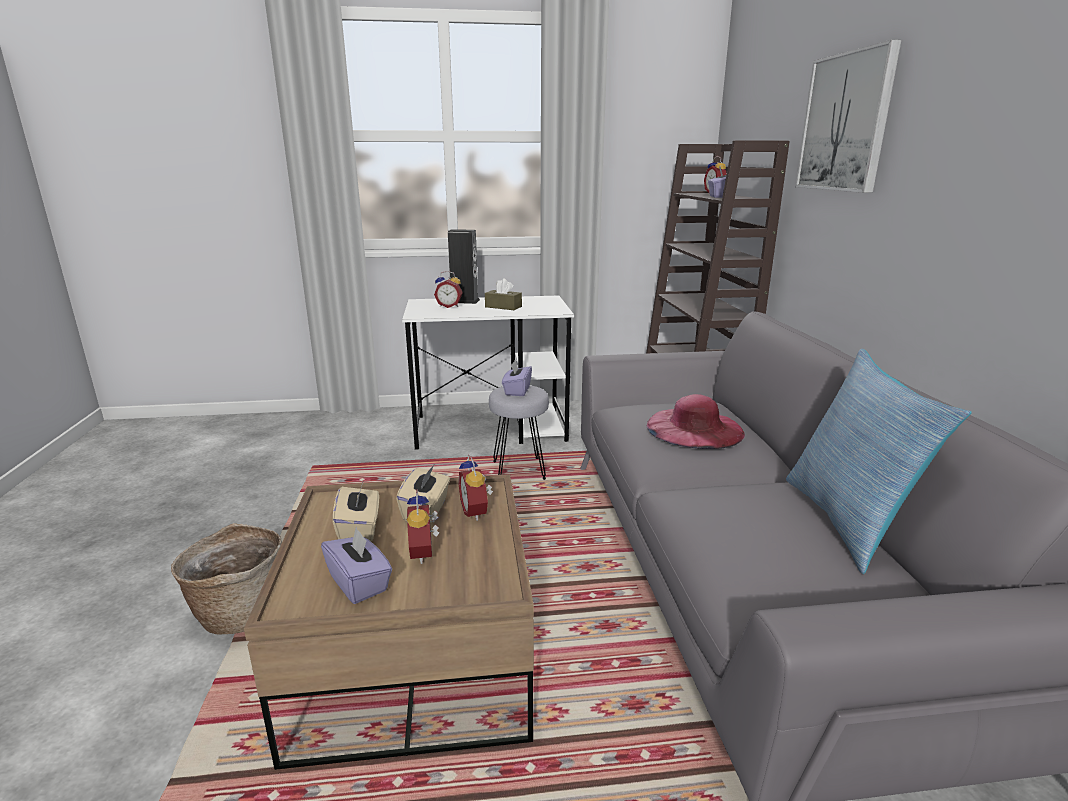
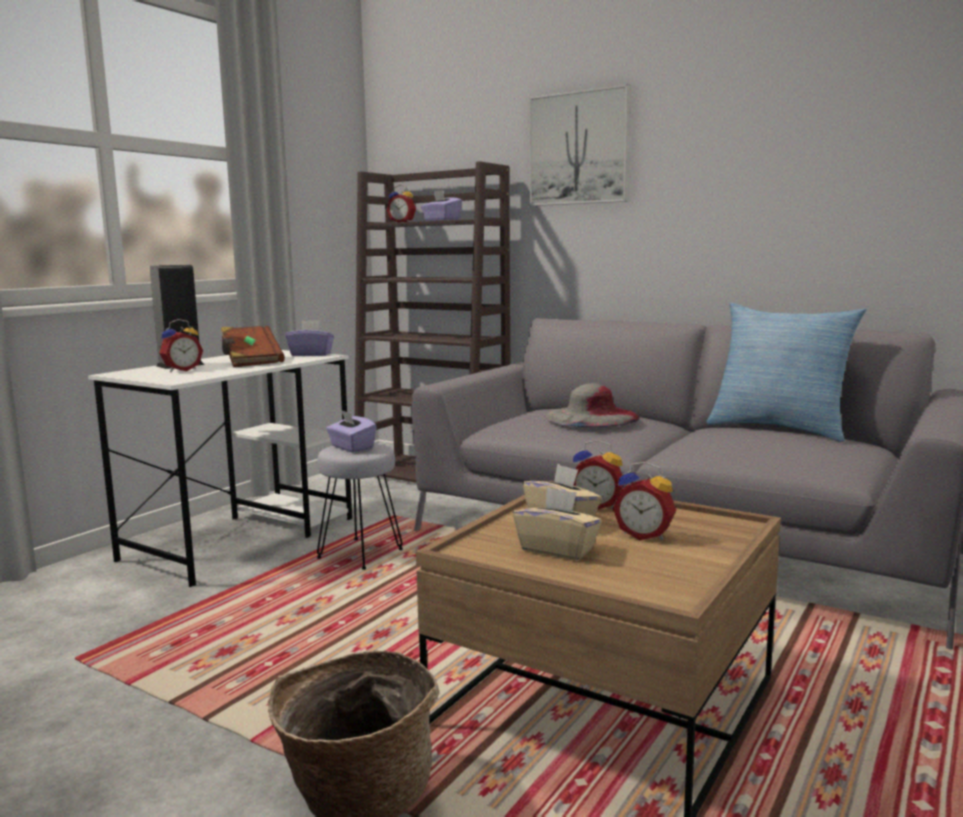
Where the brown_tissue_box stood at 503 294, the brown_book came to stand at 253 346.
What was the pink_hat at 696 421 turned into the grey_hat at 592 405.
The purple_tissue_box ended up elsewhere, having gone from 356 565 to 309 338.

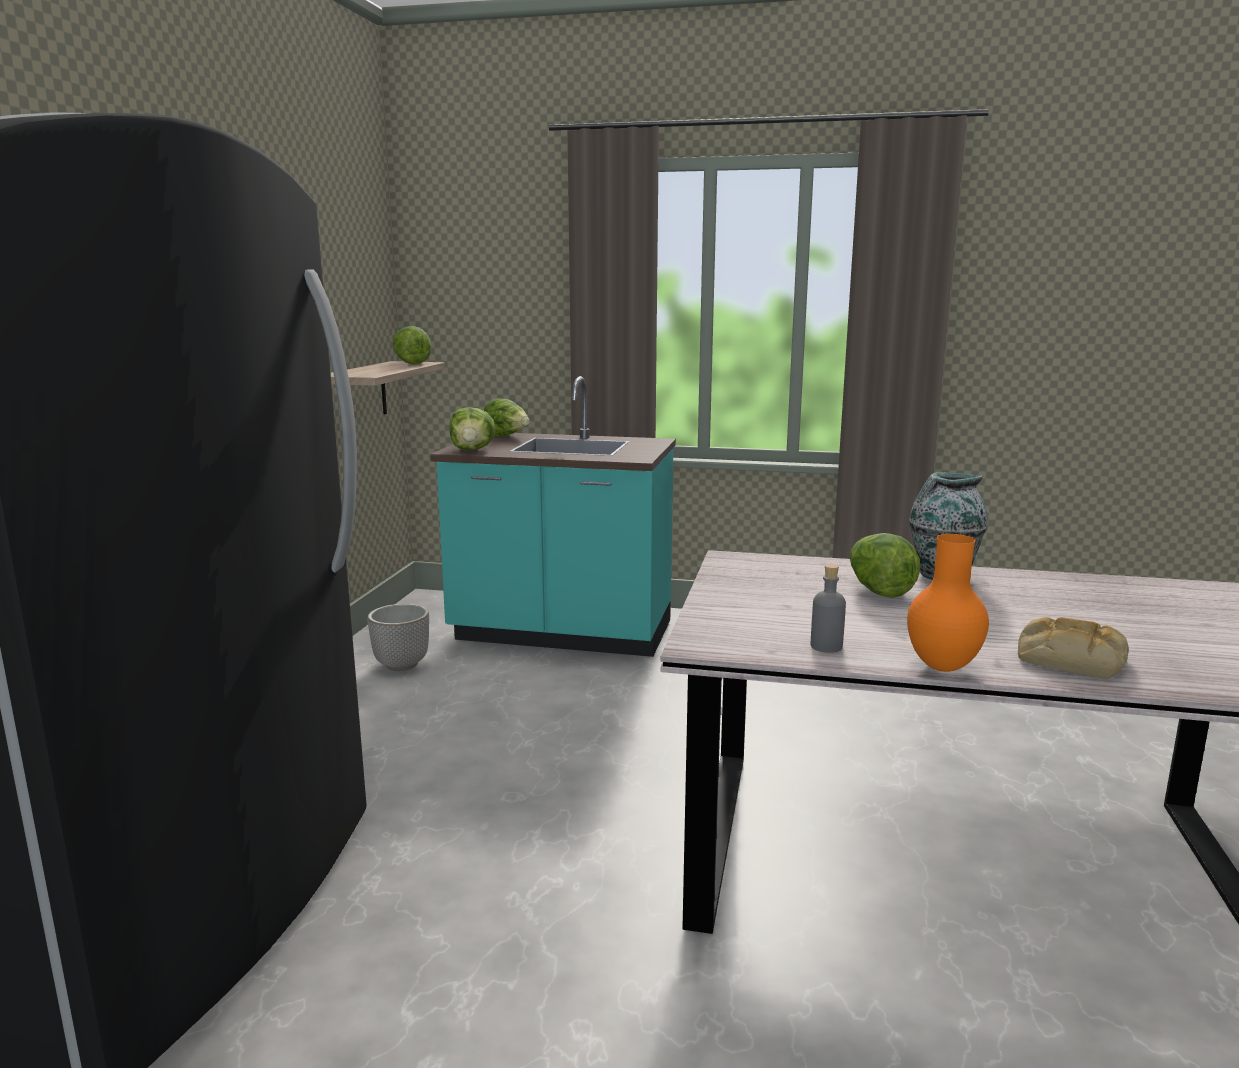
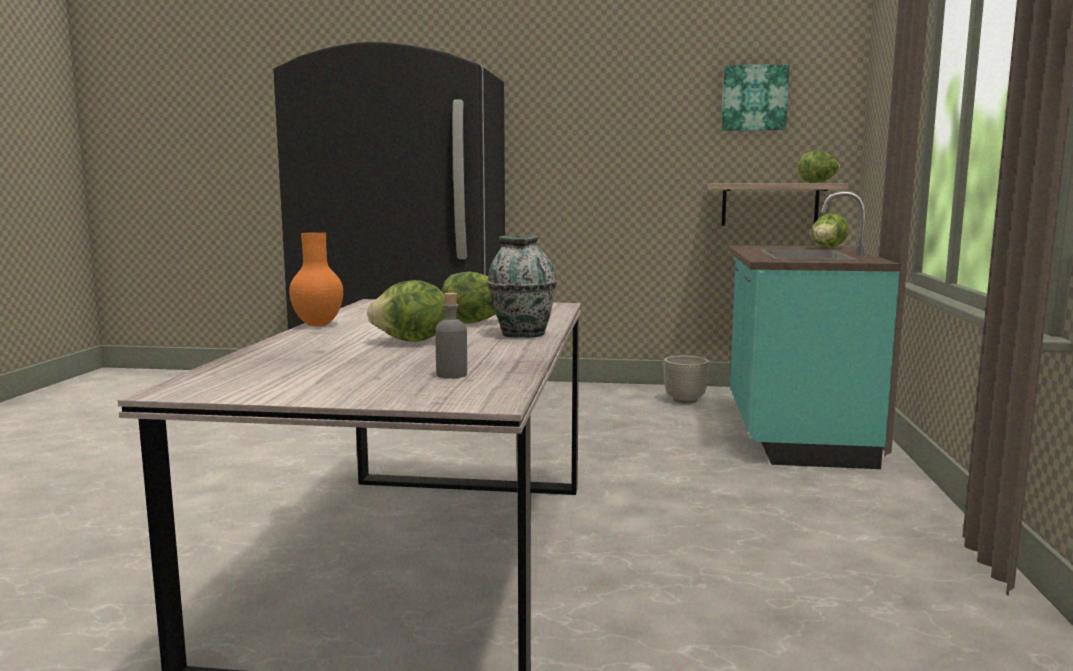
The lettuce ended up elsewhere, having gone from 472 428 to 406 311.
The grey_bottle ended up elsewhere, having gone from 828 608 to 451 336.
The second view lost the bread at 1073 648.
The second view gained the picture at 755 97.

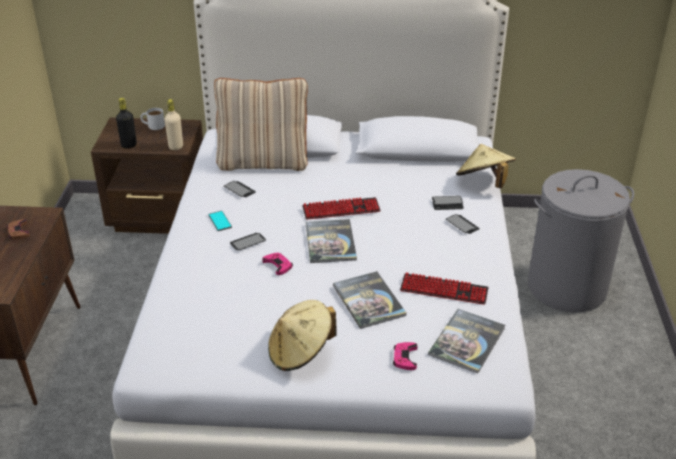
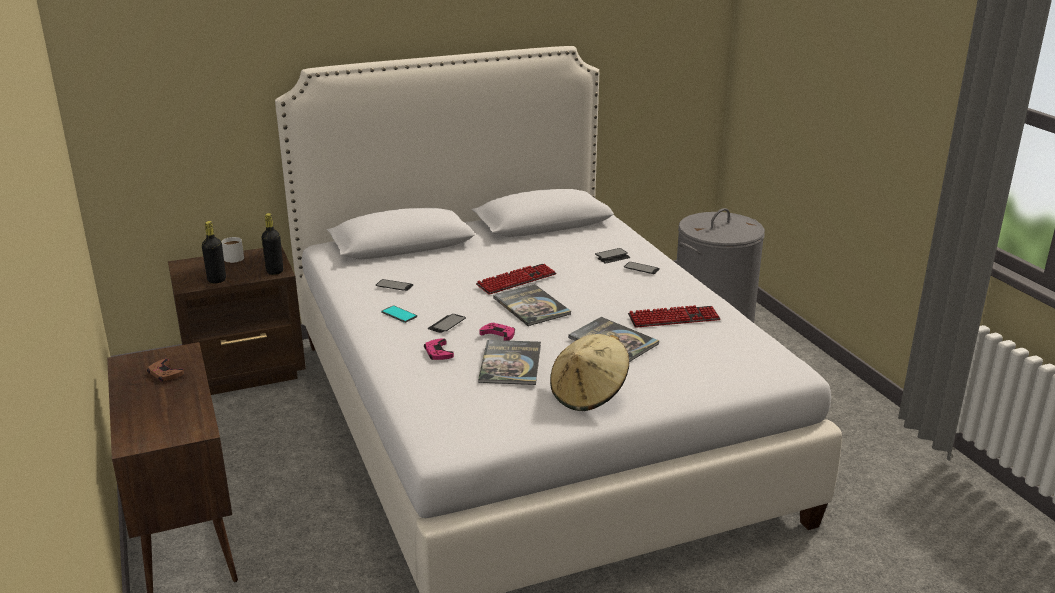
The second view lost the beige_pillow at 261 124.
What was the beige_bottle at 174 124 turned into the black_bottle at 272 244.
The second view lost the beige_hat at 486 166.
The book ended up elsewhere, having gone from 466 341 to 509 362.
The pink_game_controller ended up elsewhere, having gone from 405 356 to 439 349.

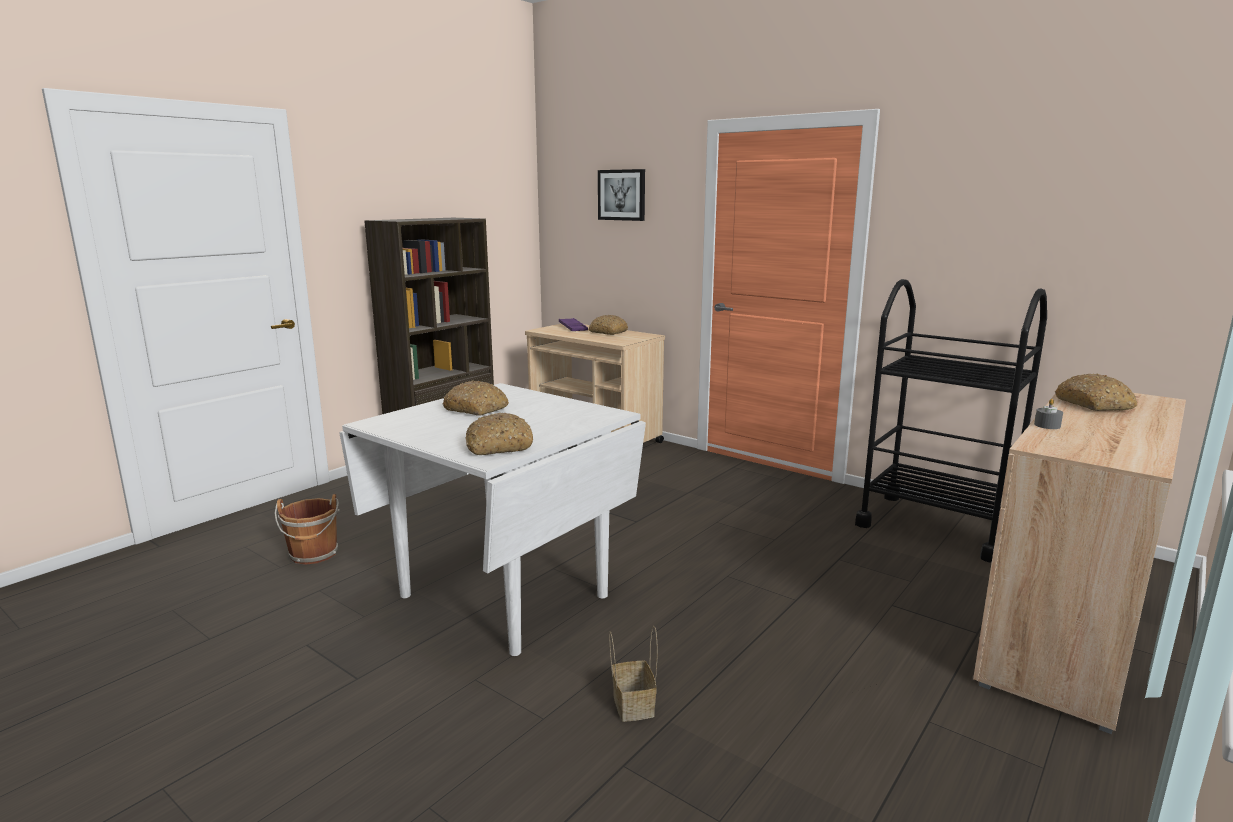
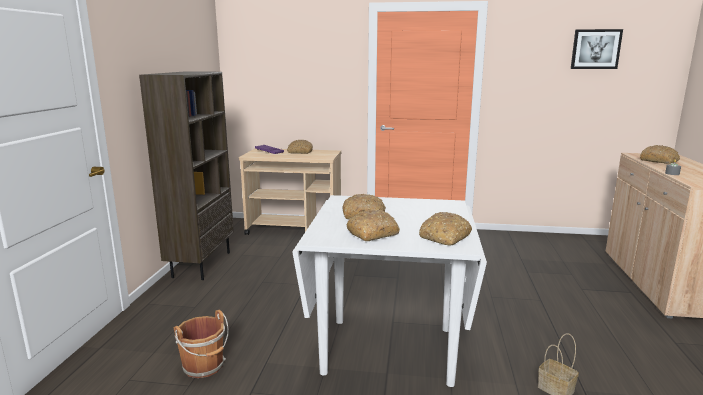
The picture ended up elsewhere, having gone from 621 195 to 597 49.
The second view lost the black_cart at 951 421.
The second view gained the bread at 373 225.

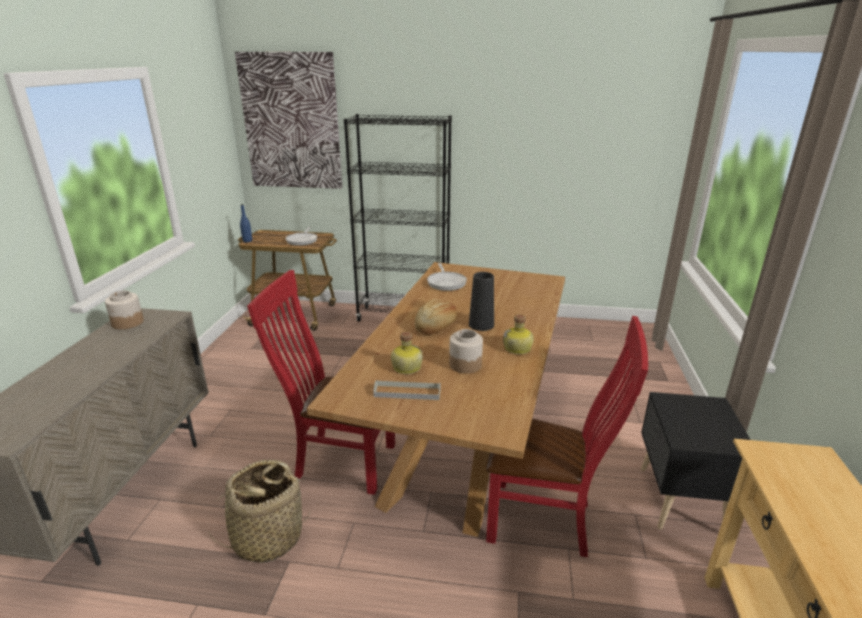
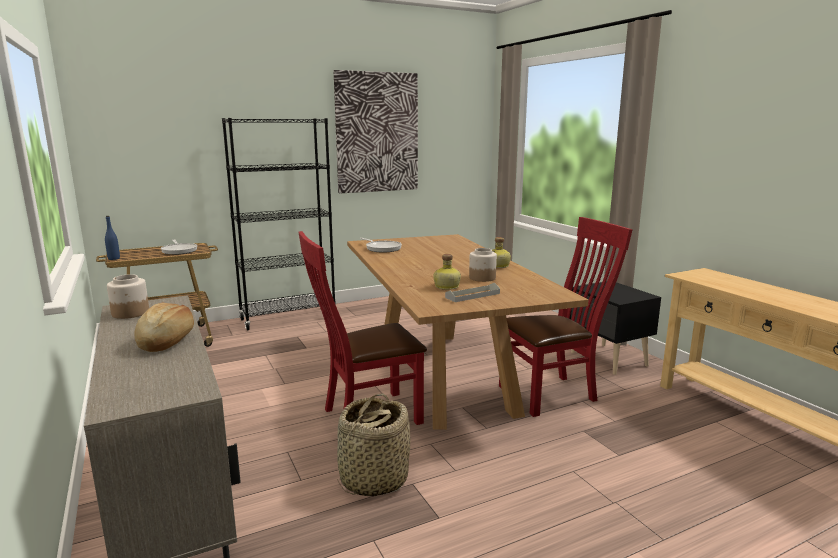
The picture ended up elsewhere, having gone from 289 120 to 375 132.
The second view lost the black_vase at 481 301.
The bread ended up elsewhere, having gone from 436 316 to 164 327.

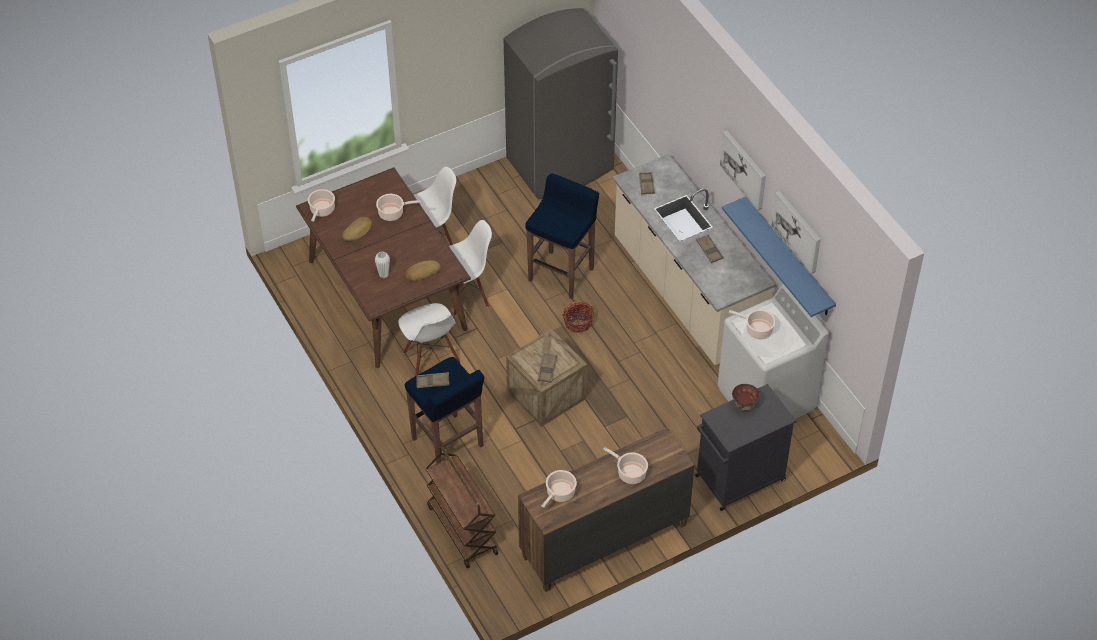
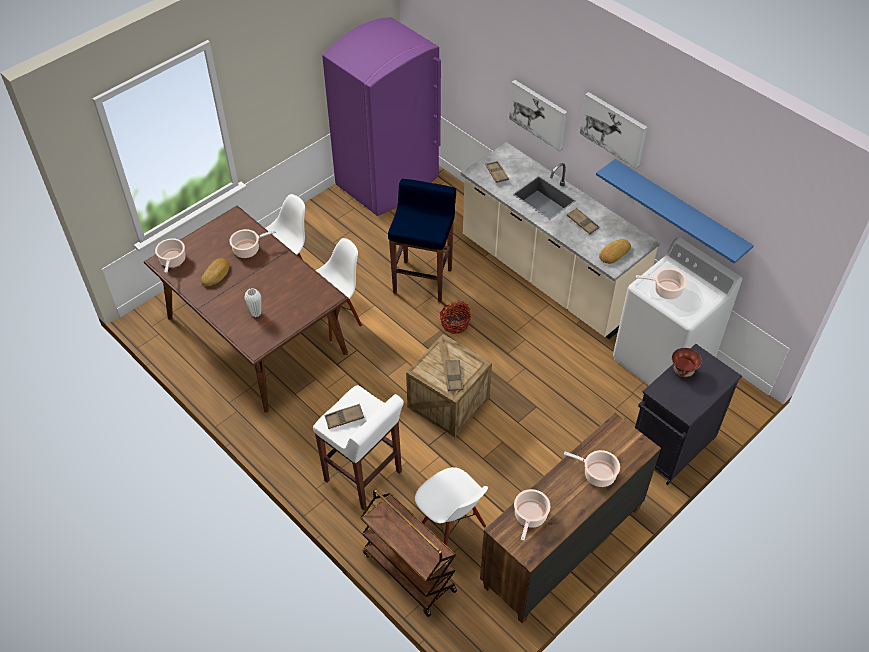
What was the grey_fridge at 561 103 turned into the purple_fridge at 381 116.
The picture ended up elsewhere, having gone from 796 232 to 538 116.
The bread ended up elsewhere, having gone from 423 270 to 615 251.
The white_chair ended up elsewhere, having gone from 429 339 to 451 506.
What was the blue_stool at 444 410 turned into the white_stool at 358 447.

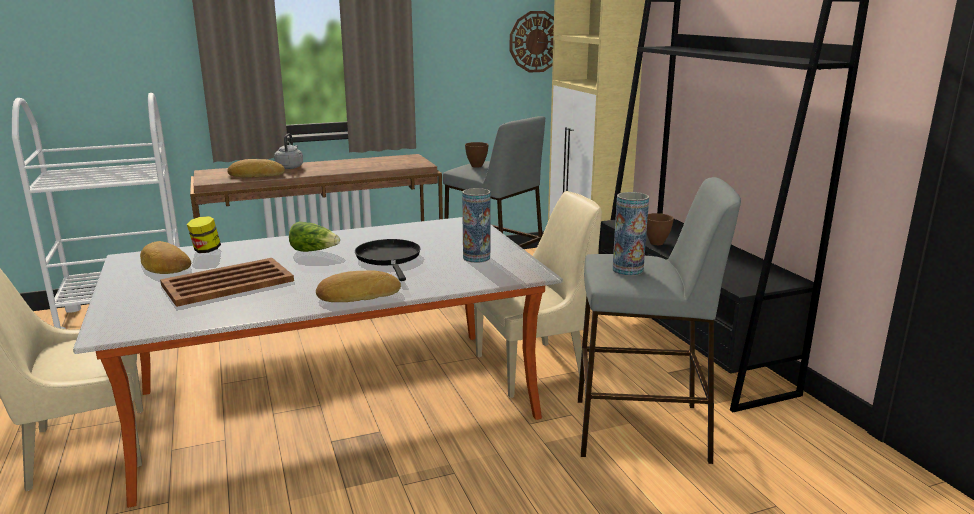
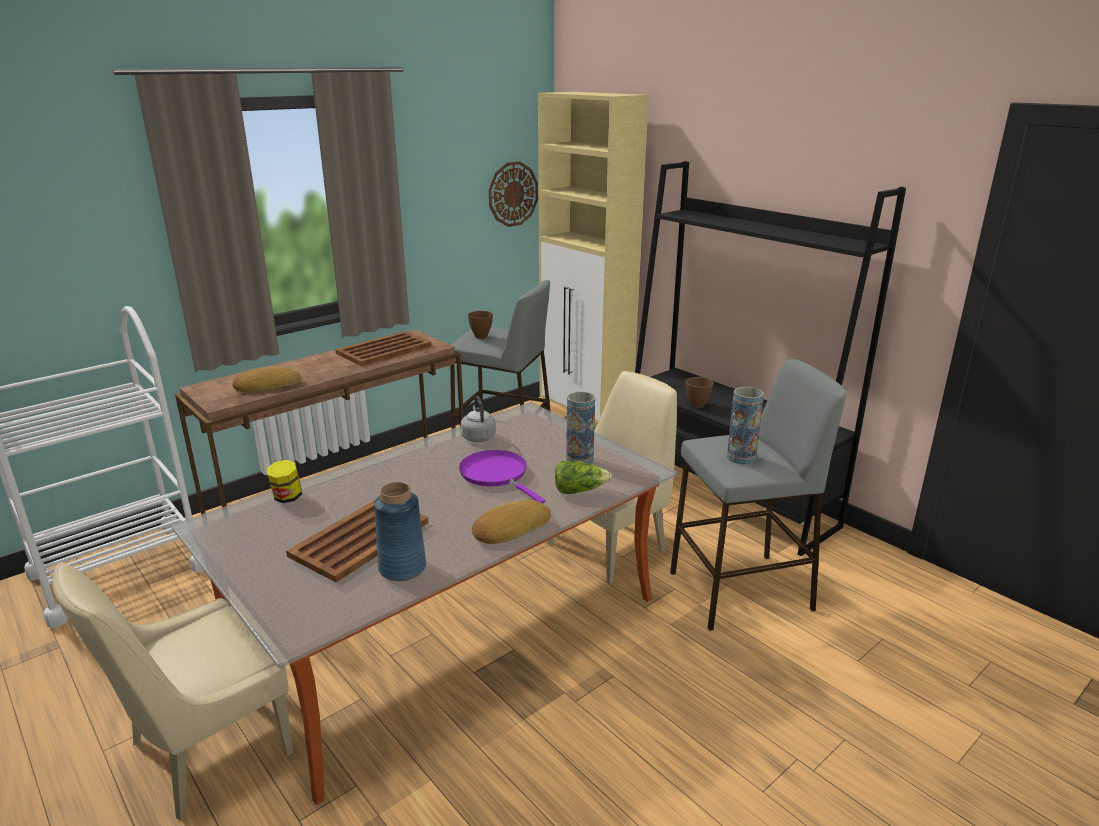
The grey_kettle ended up elsewhere, having gone from 288 151 to 478 419.
The lettuce ended up elsewhere, having gone from 314 236 to 583 477.
What was the black_frying_pan at 388 260 turned into the purple_frying_pan at 502 476.
The second view lost the bread at 165 257.
The second view gained the brown_tray at 383 348.
The second view gained the blue_vase at 400 531.

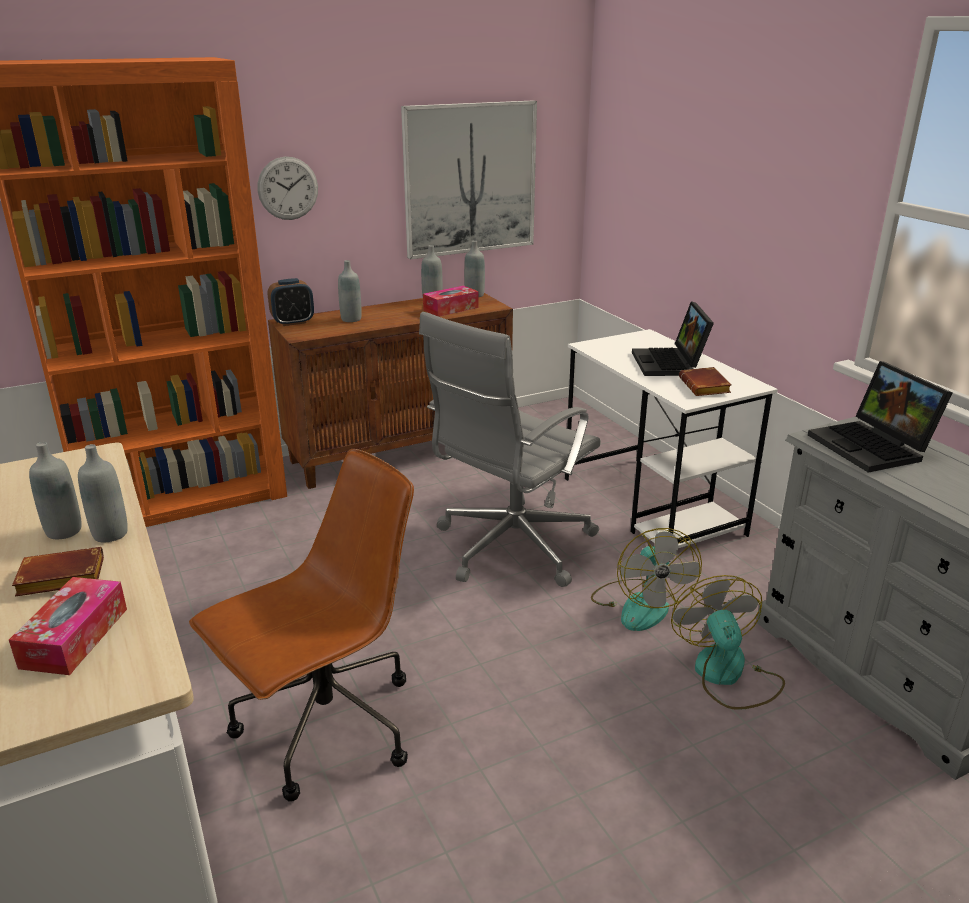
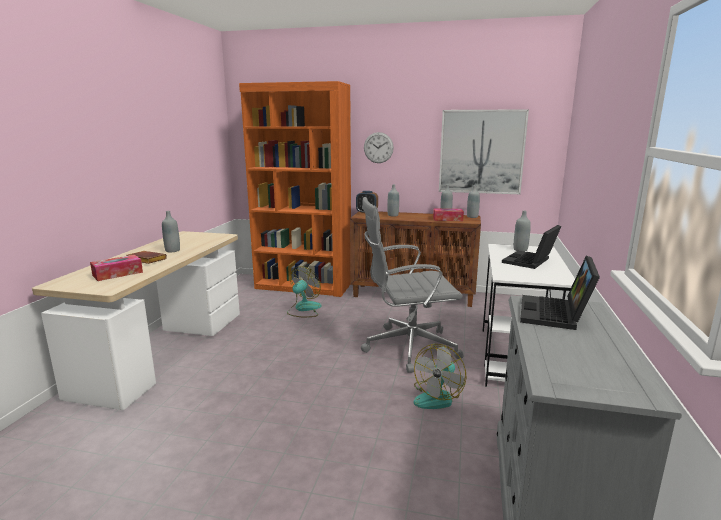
The second view lost the brown_book at 705 381.
The grey_bottle ended up elsewhere, having gone from 103 493 to 522 231.
The second view lost the brown_office_chair at 301 625.
The fan ended up elsewhere, having gone from 728 642 to 304 291.

